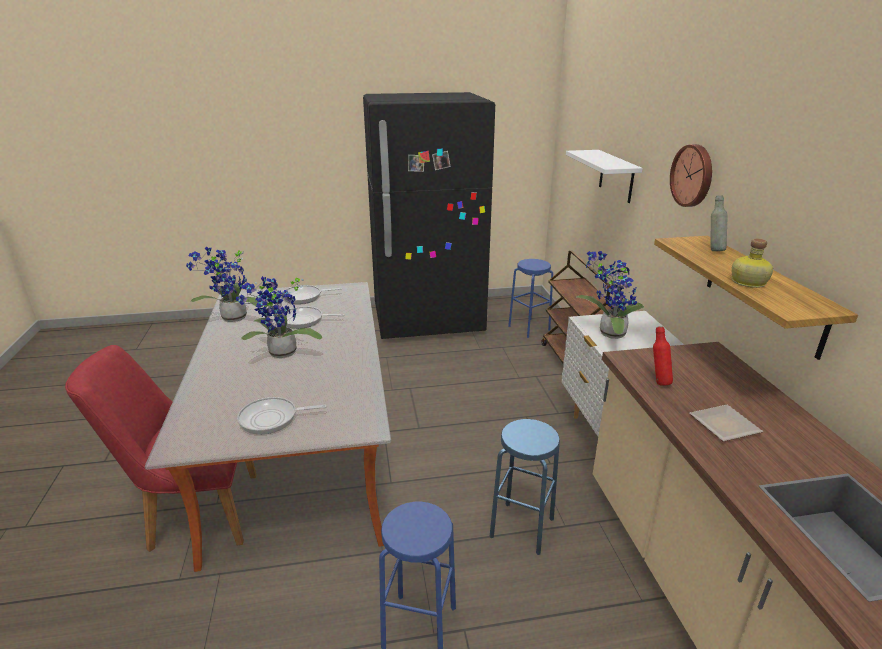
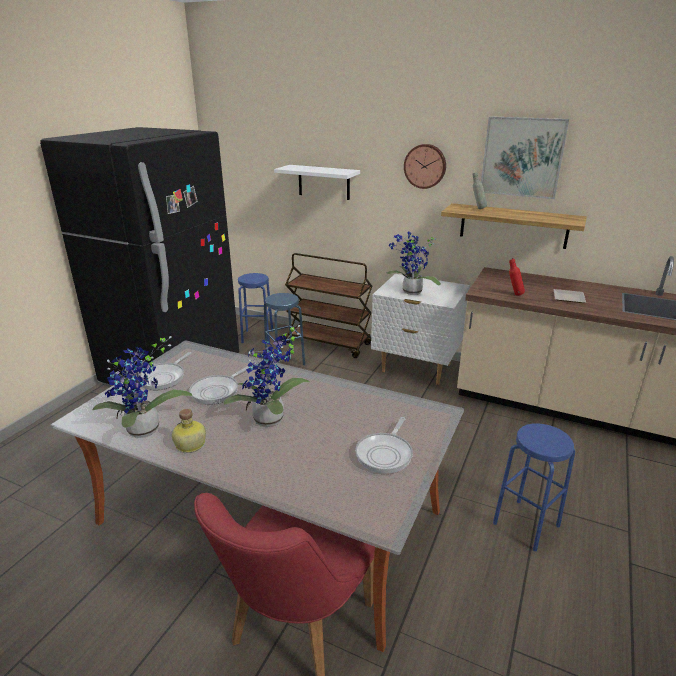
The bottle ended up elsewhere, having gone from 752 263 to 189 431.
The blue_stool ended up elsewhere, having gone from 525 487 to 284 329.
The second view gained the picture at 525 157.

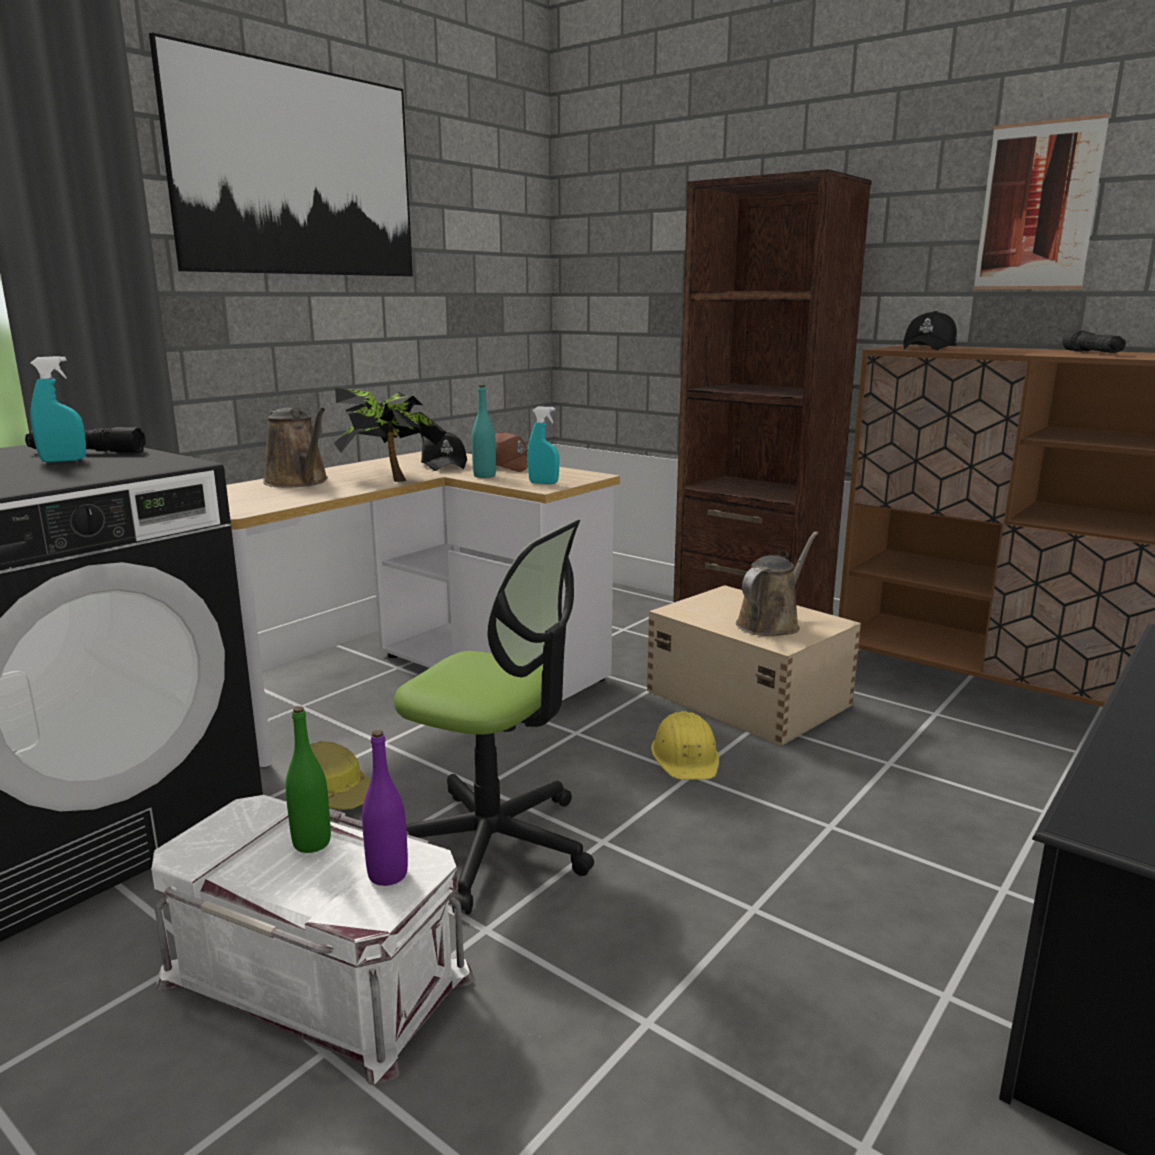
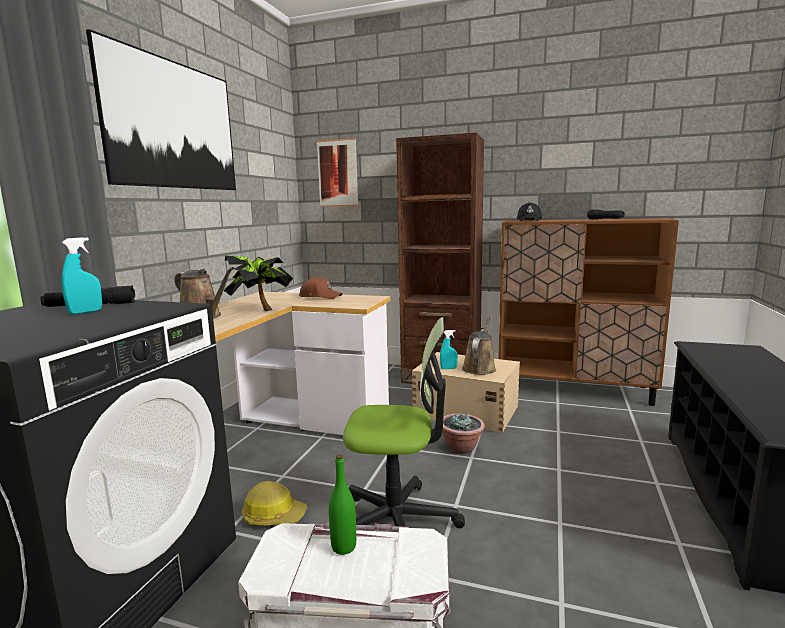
The picture ended up elsewhere, having gone from 1042 201 to 338 172.
The second view lost the turquoise_bottle at 484 431.
The turquoise_spray_bottle ended up elsewhere, having gone from 543 445 to 449 349.
The second view lost the black_cap at 444 451.
Where the yellow_hard_hat stood at 685 745, the potted_plant came to stand at 463 434.
The second view lost the purple_bottle at 385 808.

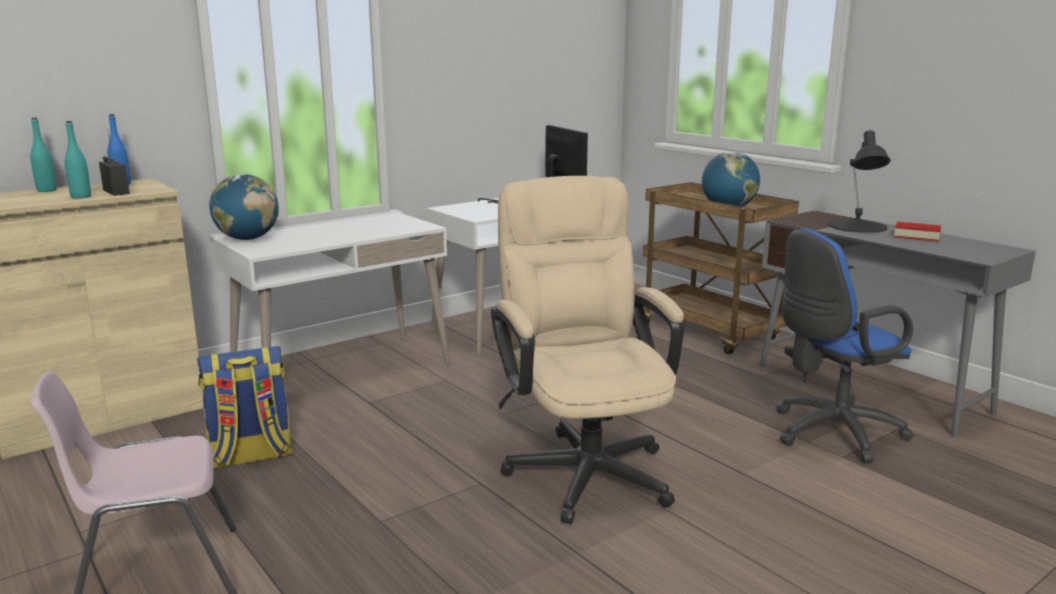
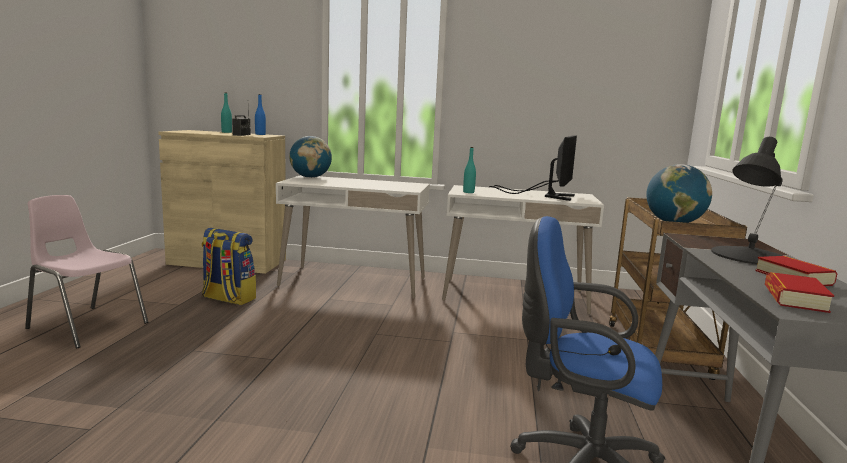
The turquoise_bottle ended up elsewhere, having gone from 78 160 to 469 170.
The second view lost the beige_office_chair at 588 350.
The second view gained the book at 799 292.

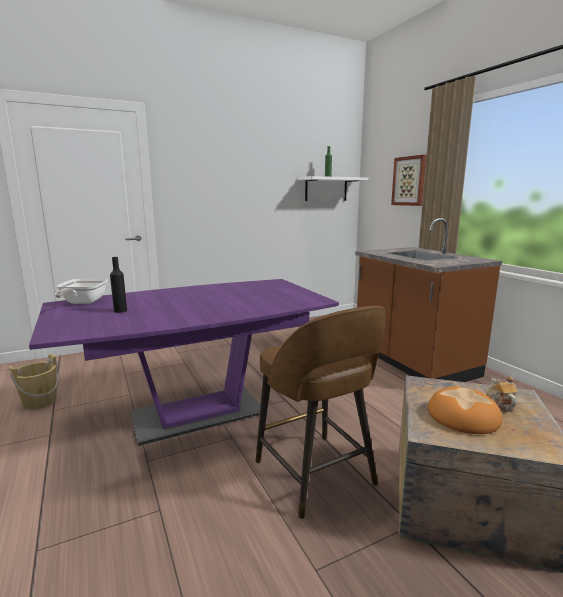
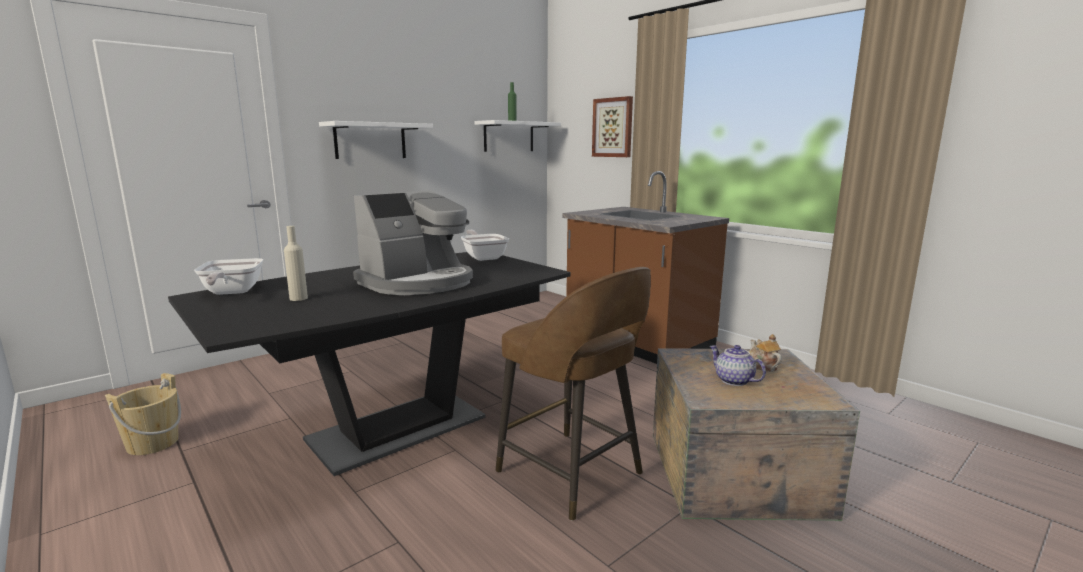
What was the black_bottle at 118 285 turned into the beige_bottle at 296 263.
What was the purple_dining_table at 184 362 turned into the black_dining_table at 369 364.
Where the bread stood at 465 410, the teapot came to stand at 738 365.
The second view gained the white_shelf at 376 140.
The second view gained the coffee_machine at 413 242.
The second view gained the frying_pan at 485 245.

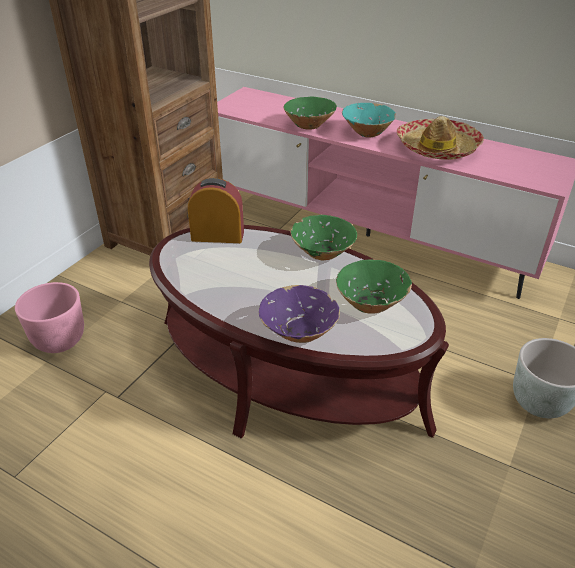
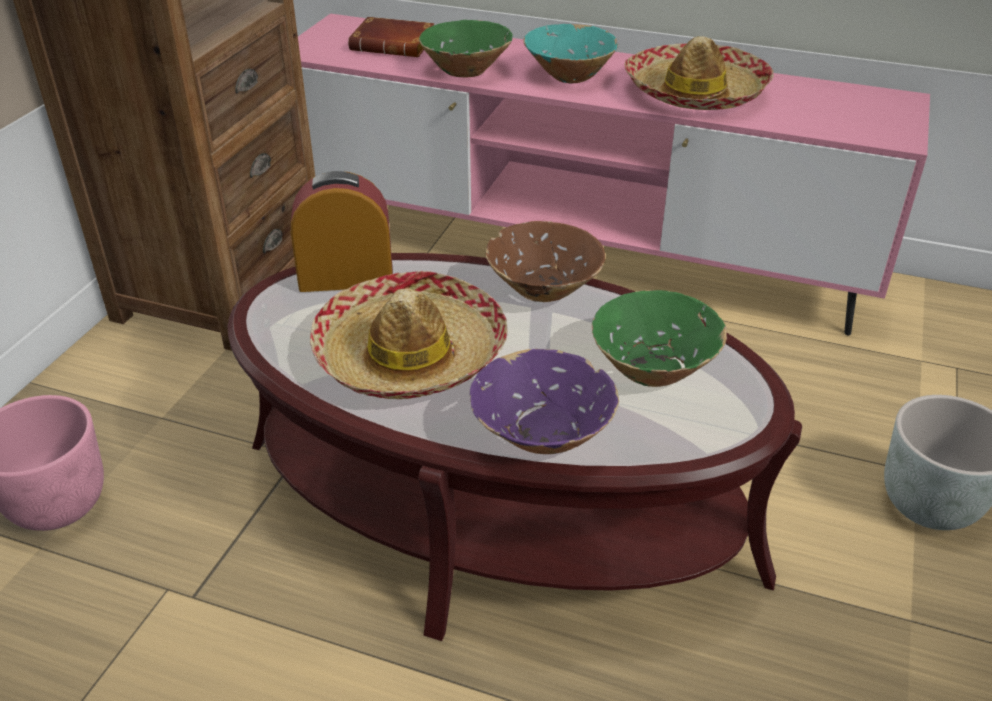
What was the green_bowl at 323 237 turned into the brown_bowl at 545 261.
The second view gained the brown_book at 391 37.
The second view gained the hat at 409 335.

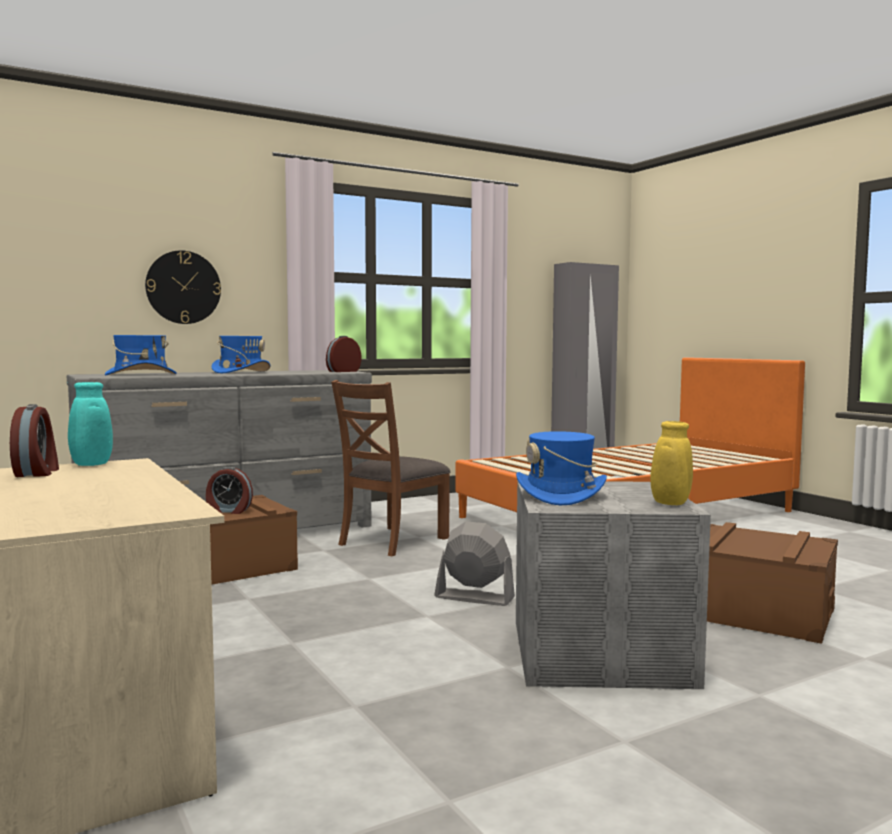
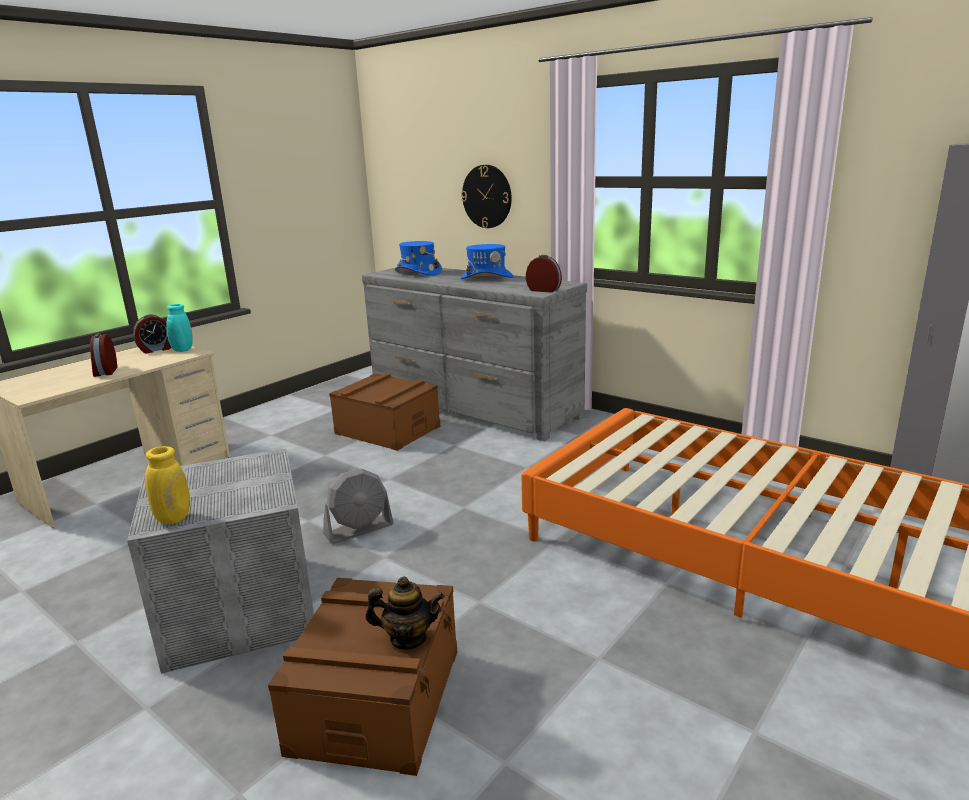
The second view lost the brown_chair at 391 468.
The second view lost the blue_hat at 561 468.
The alarm_clock ended up elsewhere, having gone from 229 490 to 103 355.
The grey_fan at 474 563 ended up facing another way, 60 degrees clockwise from before.
The second view gained the teapot at 405 613.

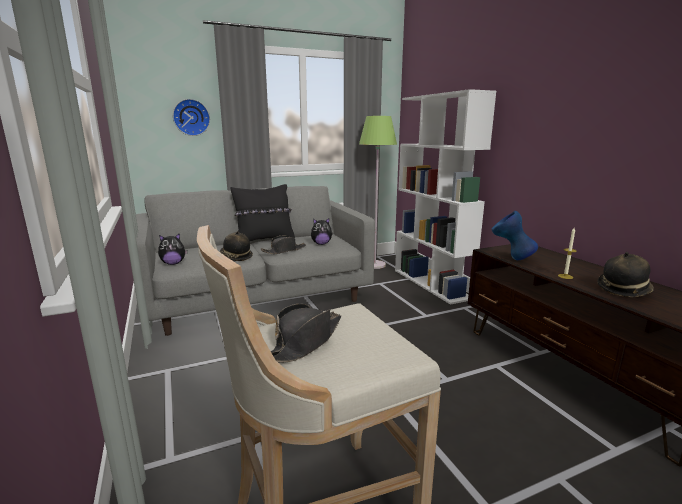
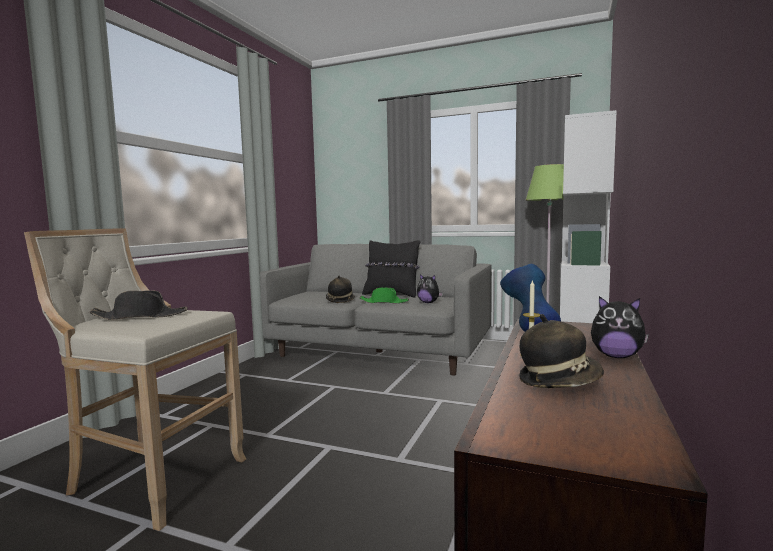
The second view lost the wall_clock at 191 117.
The plush_toy ended up elsewhere, having gone from 172 249 to 620 327.
What was the black_hat at 283 244 turned into the green_hat at 384 295.

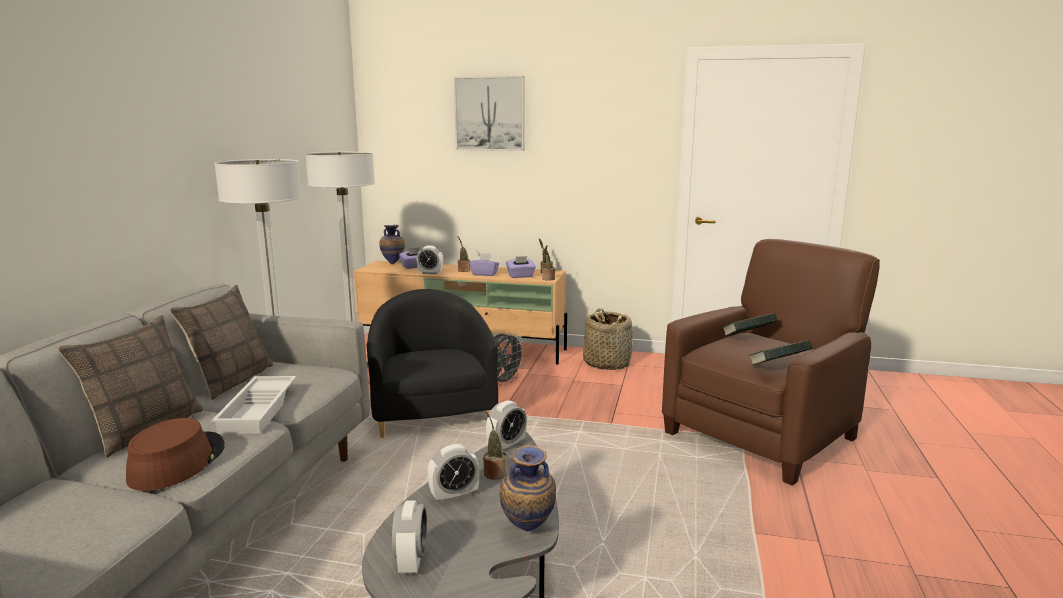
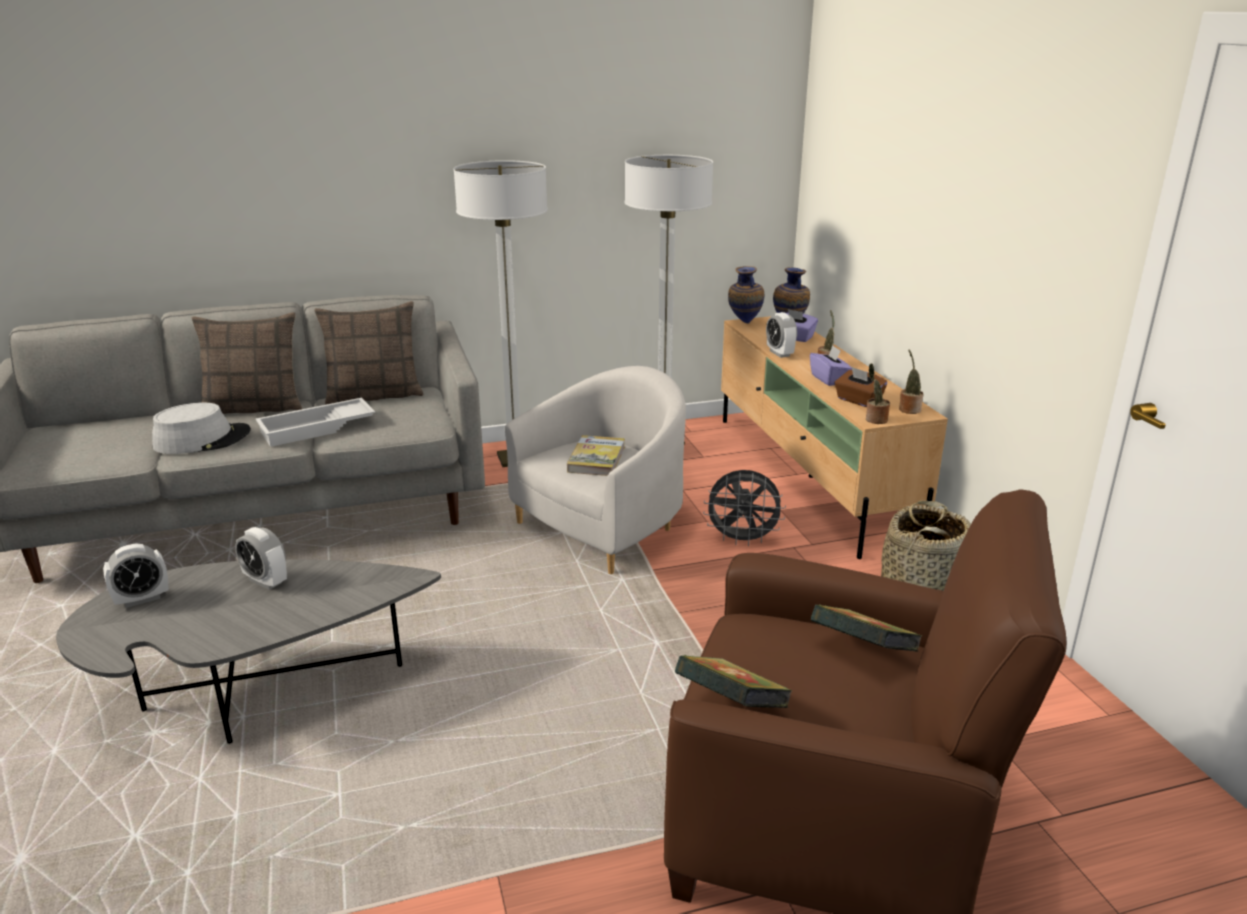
The second view lost the picture at 489 113.
What was the purple_tissue_box at 521 267 turned into the brown_tissue_box at 861 386.
What was the black_armchair at 432 363 turned into the white_armchair at 595 470.
The second view lost the alarm_clock at 506 426.
The second view lost the potted_plant at 495 445.
What was the brown_hat at 175 454 turned into the grey_hat at 201 428.
The vase ended up elsewhere, having gone from 528 488 to 746 295.
The second view gained the book at 596 455.

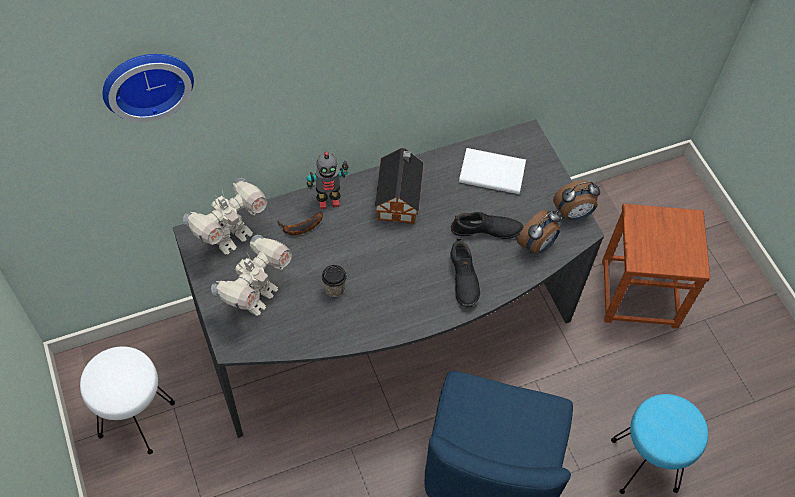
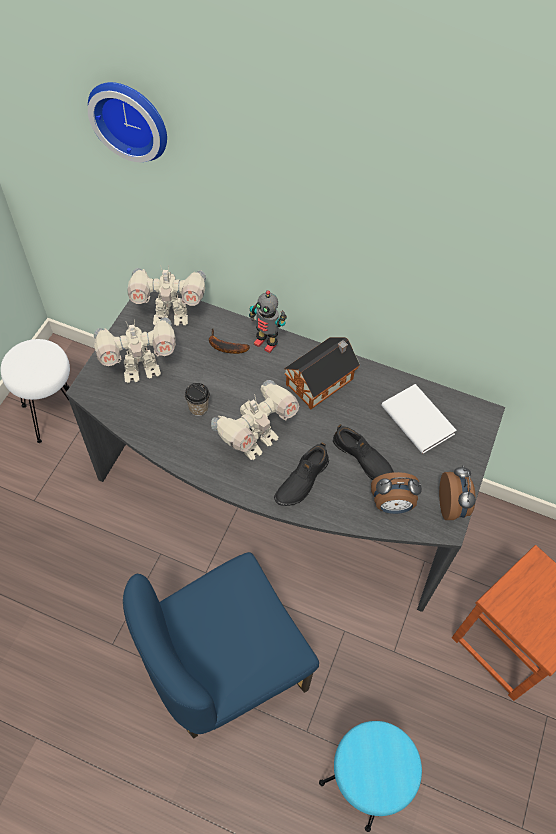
The alarm_clock at 576 200 ended up facing another way, 120 degrees counterclockwise from before.
The second view gained the toy_robot at 255 420.

